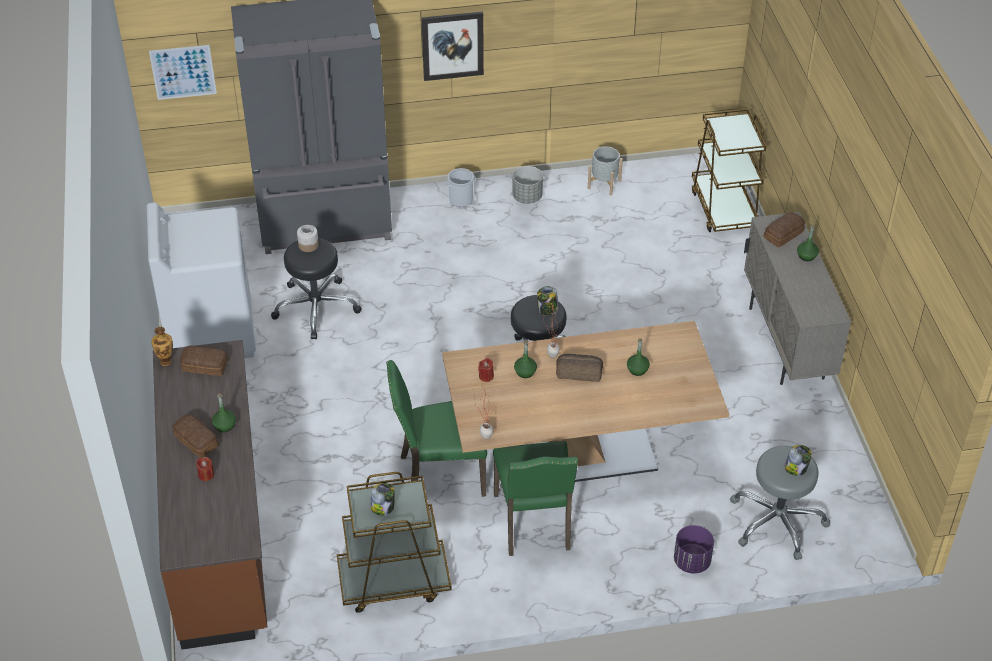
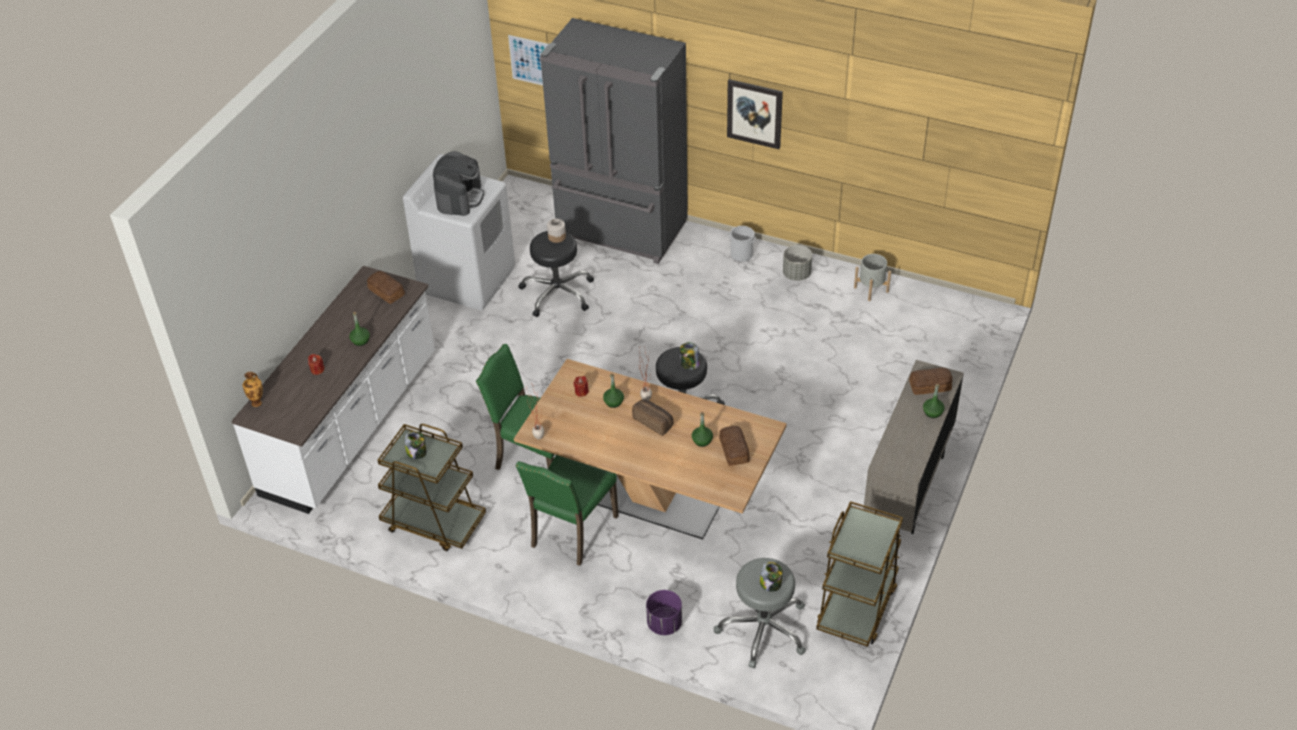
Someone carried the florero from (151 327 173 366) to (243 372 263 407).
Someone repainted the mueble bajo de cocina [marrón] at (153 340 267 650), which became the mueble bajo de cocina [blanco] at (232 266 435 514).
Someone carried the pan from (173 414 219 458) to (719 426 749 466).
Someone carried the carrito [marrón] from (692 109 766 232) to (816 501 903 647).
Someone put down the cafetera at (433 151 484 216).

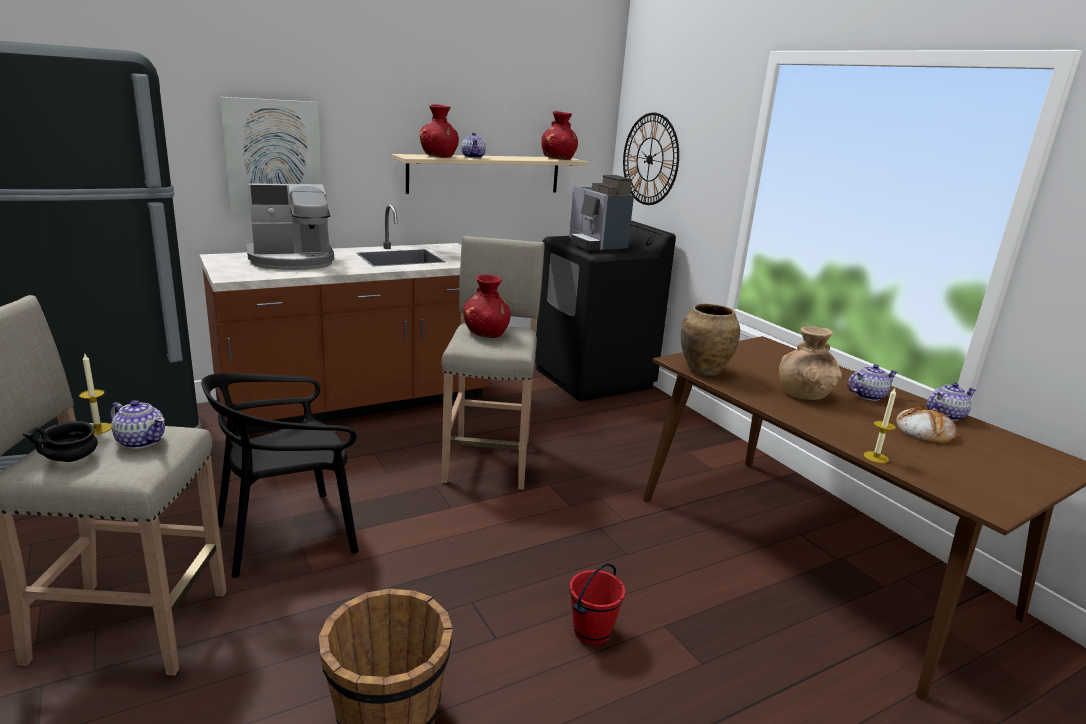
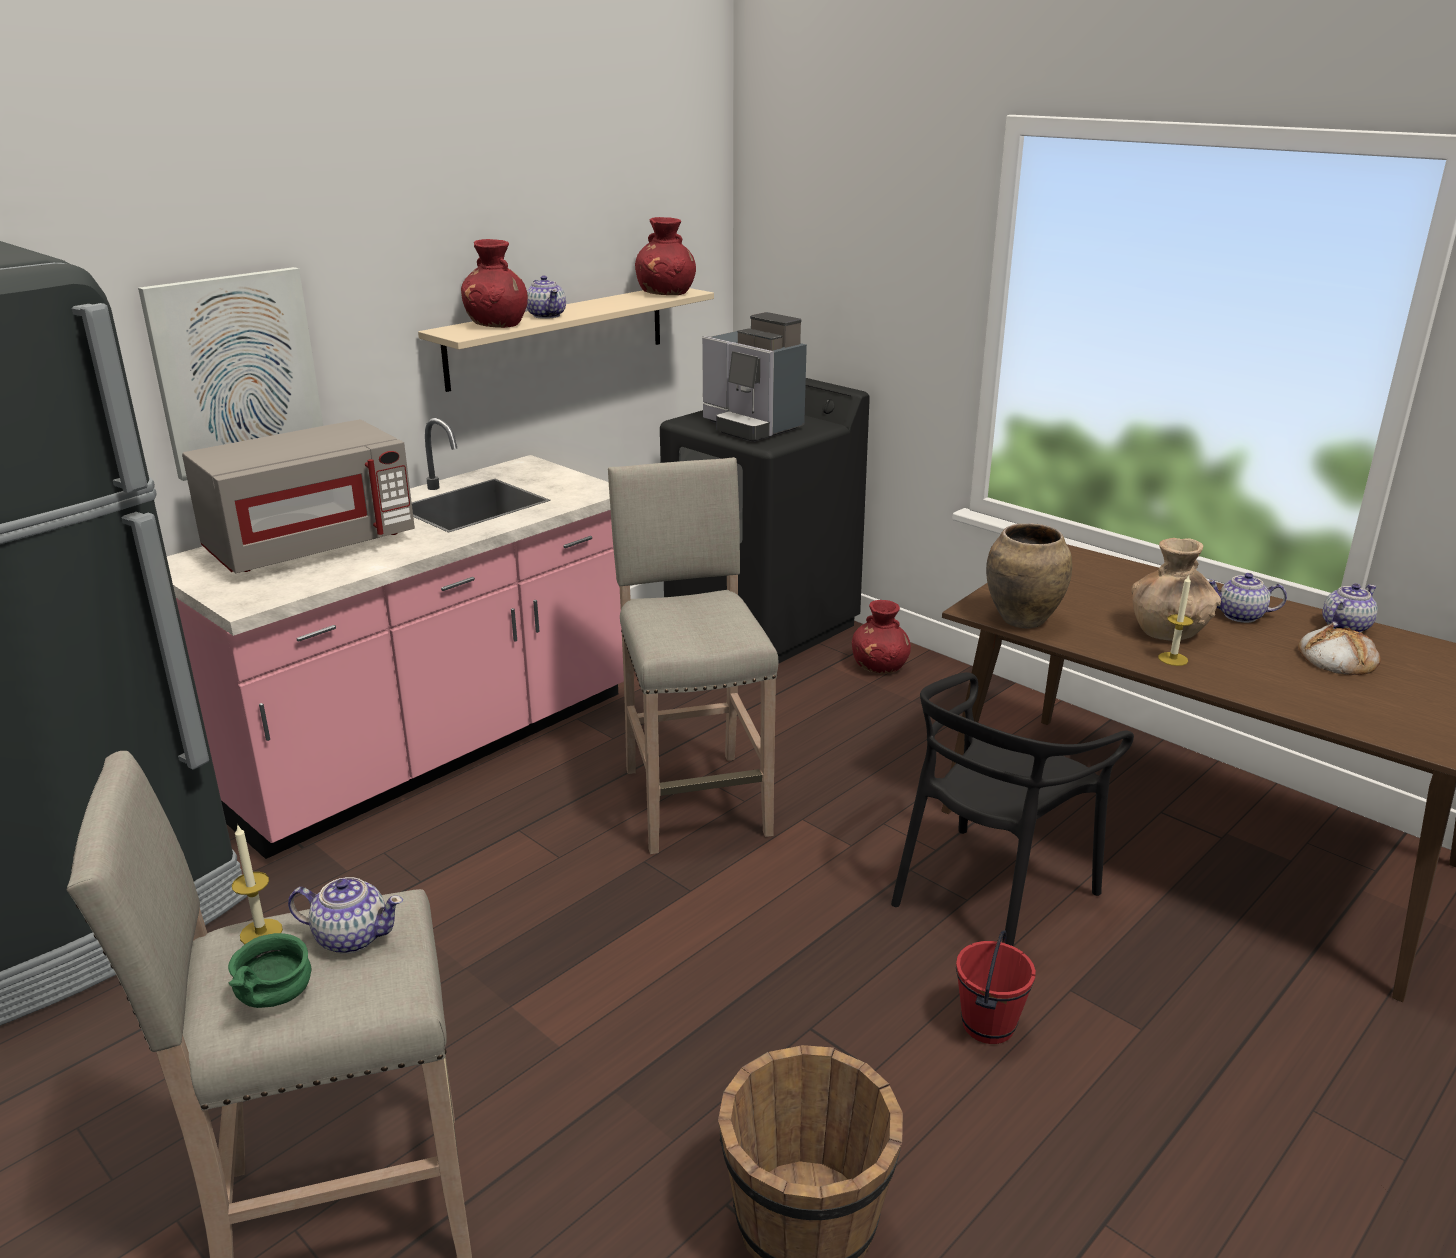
Someone repainted the cuenco [negro] at (23 421 98 462), which became the cuenco [verde] at (228 933 311 1008).
Someone repainted the mueble bajo de cocina [marrón] at (199 204 489 436), which became the mueble bajo de cocina [rosa] at (167 418 624 859).
Someone carried the silla [negro] from (201 373 359 578) to (891 672 1134 946).
Someone swapped the cafetera at (247 183 334 270) for the microondas [gris] at (182 419 415 573).
Someone carried the florero [rojo] from (463 274 511 338) to (852 600 911 674).
Someone took away the reloj de pared at (623 113 679 205).
Someone rotated the tetera at (847 364 898 401) by 135 degrees counterclockwise.
Someone carried the vela from (864 388 896 463) to (1158 575 1193 666).

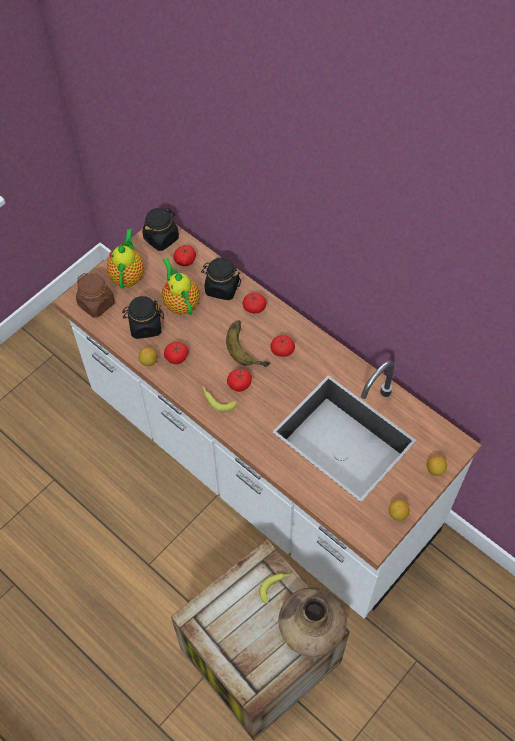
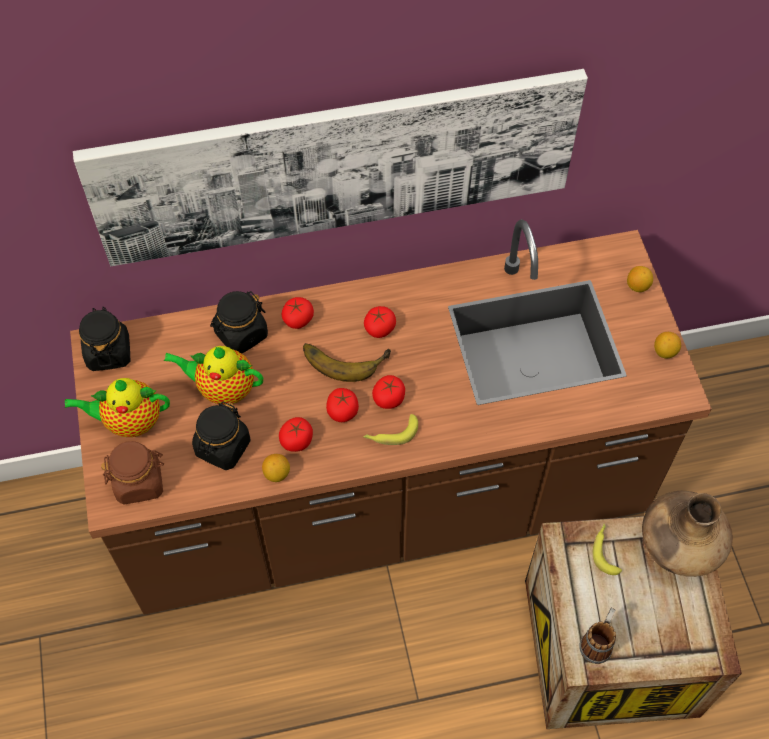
Someone repainted the mueble bajo de cocina [blanco] at (54 225 482 618), which became the mueble bajo de cocina [marrón] at (70 219 712 615).
Someone rotated the tetera at (107 229 144 289) by 45 degrees counterclockwise.
Someone carried the tomate from (174 245 196 266) to (326 388 359 422).
Someone put up the cuadro at (73 69 588 266).
Someone put down the taza grande at (579 608 616 664).

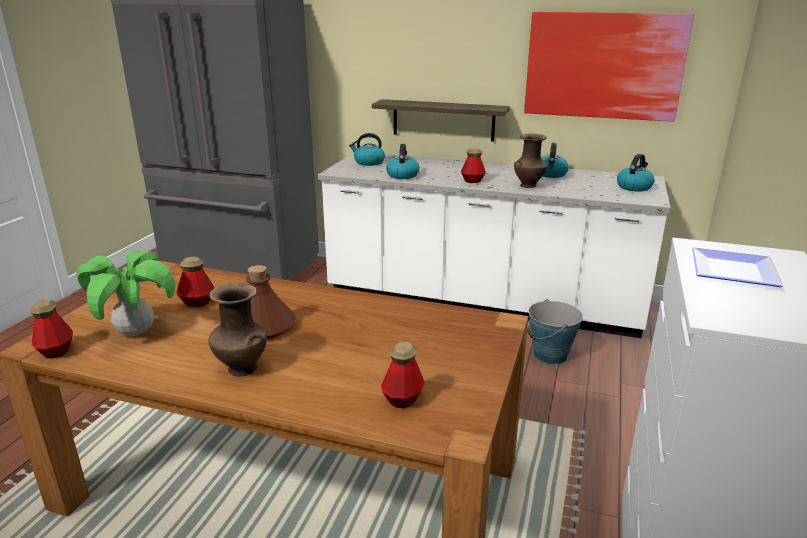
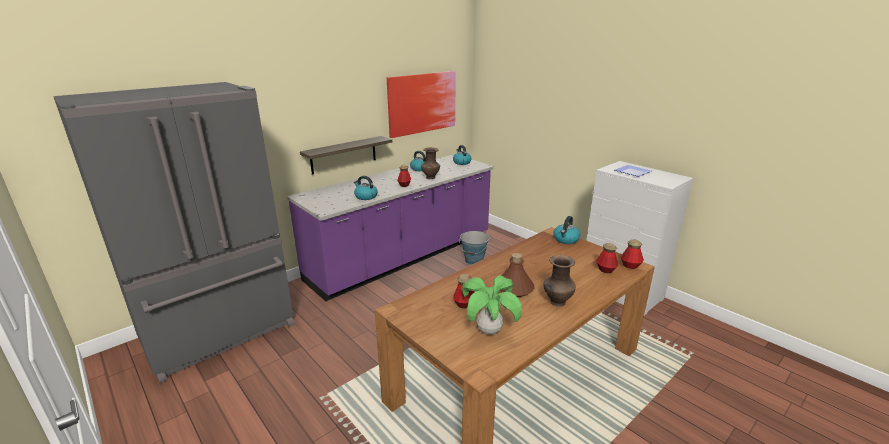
Someone carried the botella from (30 299 73 358) to (620 240 644 269).
Someone repainted the mueble bajo de cocina [blanco] at (318 153 671 338), which became the mueble bajo de cocina [morado] at (287 154 494 301).
Someone carried the hervidor from (349 133 385 166) to (553 216 580 244).

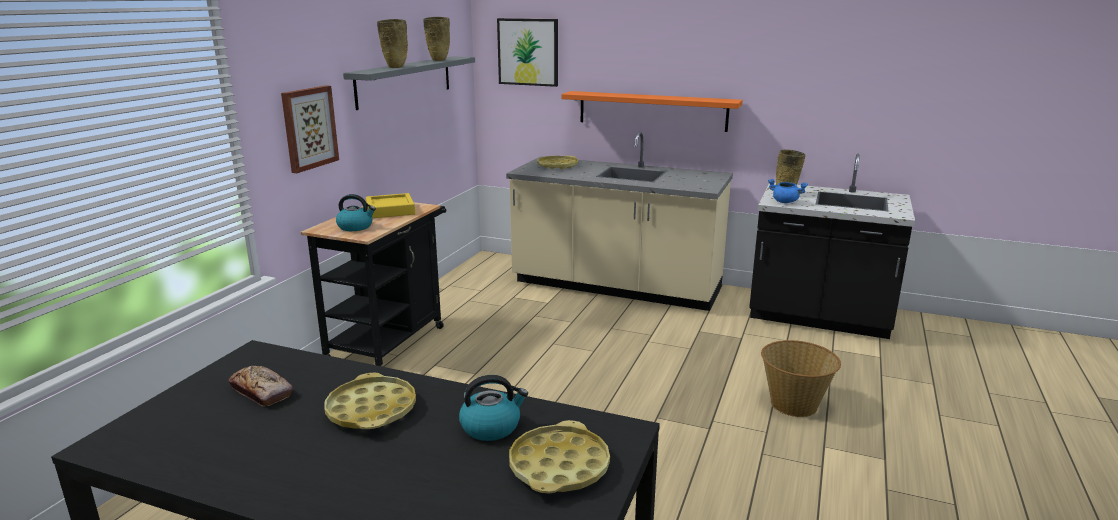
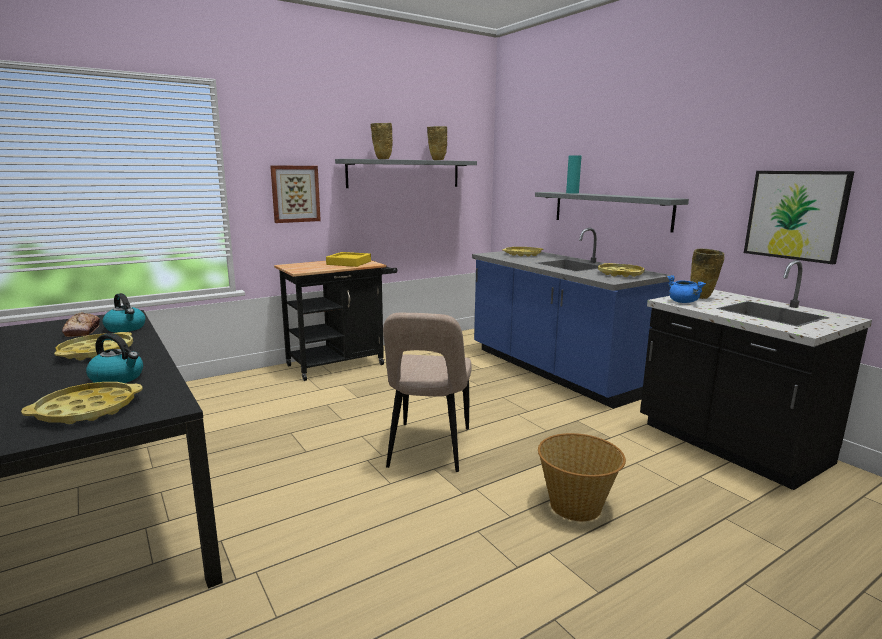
Someone carried the hervidor from (336 194 376 231) to (103 293 146 332).
Someone carried the cuadro from (497 18 558 87) to (744 171 855 264).
Someone repainted the mueble bajo de cocina [beis] at (506 132 733 311), which became the mueble bajo de cocina [azul] at (472 228 674 409).
Someone repainted the estante [naranja] at (561 91 743 132), which became the estante [gris] at (535 192 689 233).
Someone put down the silla [beis] at (383 313 472 472).
Someone put down the florero [turquesa] at (566 155 581 194).
Someone put down the bandeja [amarillo] at (598 263 645 277).

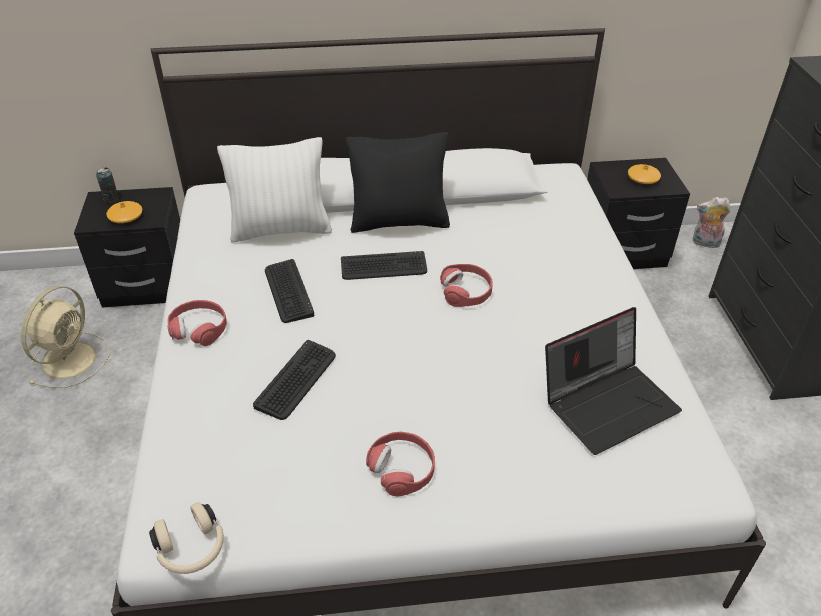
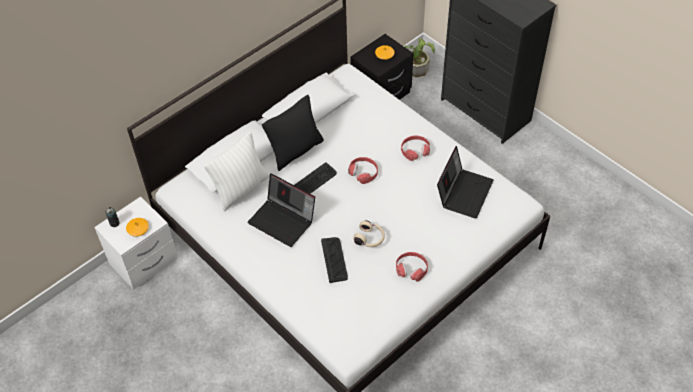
Someone took away the ventilador [beis] at (21 286 110 388).
Someone repainted the mesita de noche [negro] at (74 187 180 308), which became the mesita de noche [blanco] at (94 197 177 290).
Someone carried the auriculares [beis] from (149 502 224 574) to (353 220 385 247).
Someone carried the auriculares [rojo] from (168 300 227 346) to (401 136 430 161).
Someone swapped the teclado at (265 259 314 323) for the portátil at (247 173 315 247).
Someone swapped the peluche at (693 197 730 248) for the planta en maceta at (404 38 435 77).

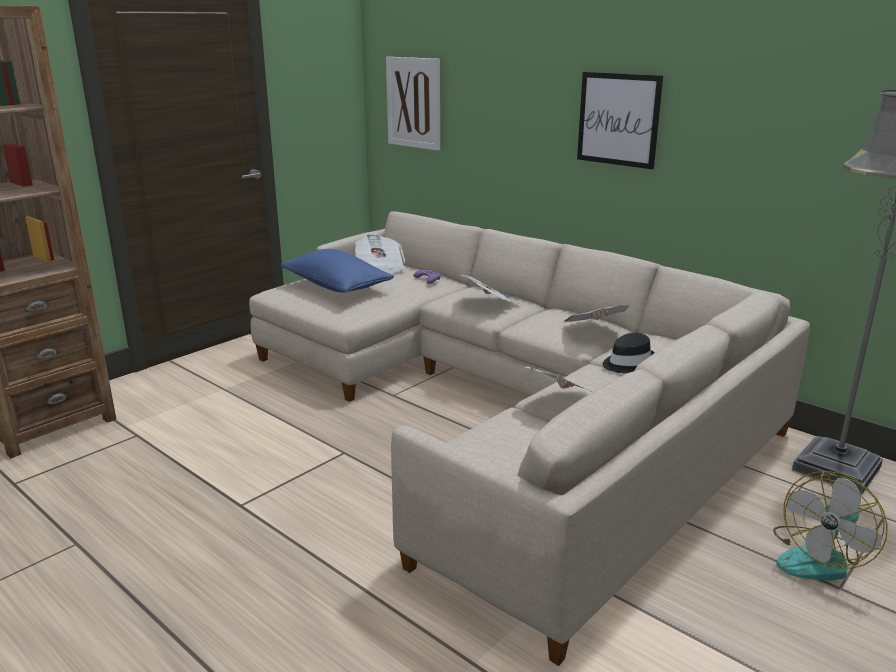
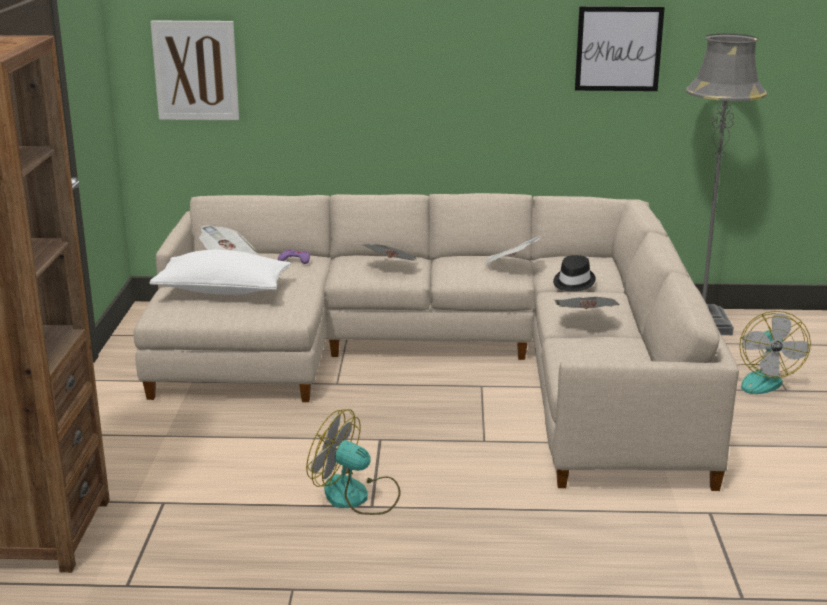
Someone repainted the cojín [azul] at (280 249 394 293), which became the cojín [blanco] at (150 250 291 295).
Someone carried the cuadro from (577 72 663 169) to (575 6 665 91).
Someone put down the ventilador at (306 409 401 515).

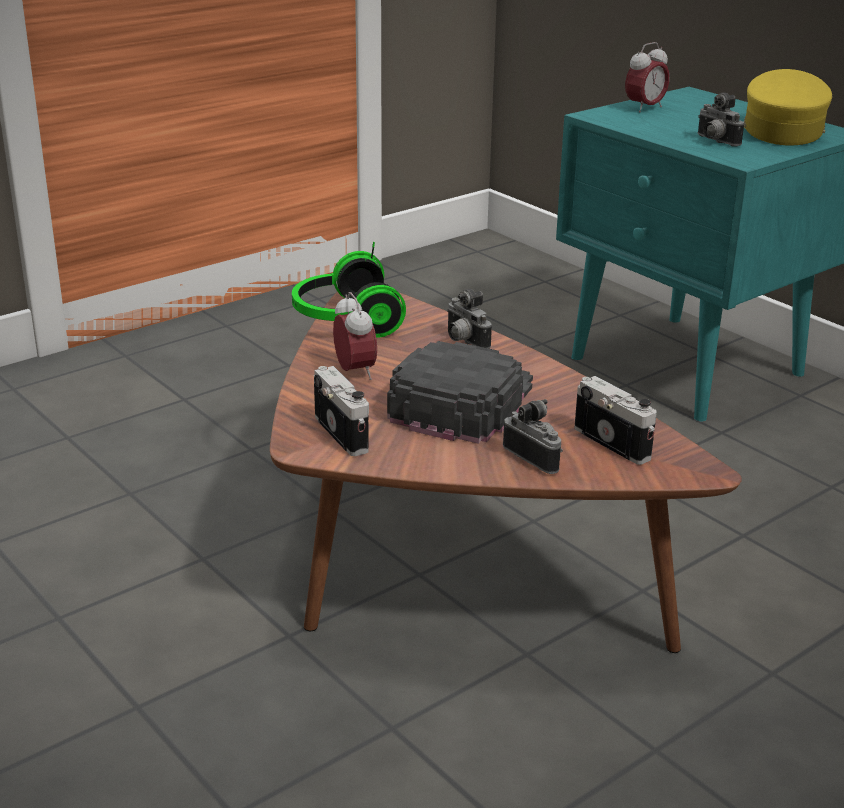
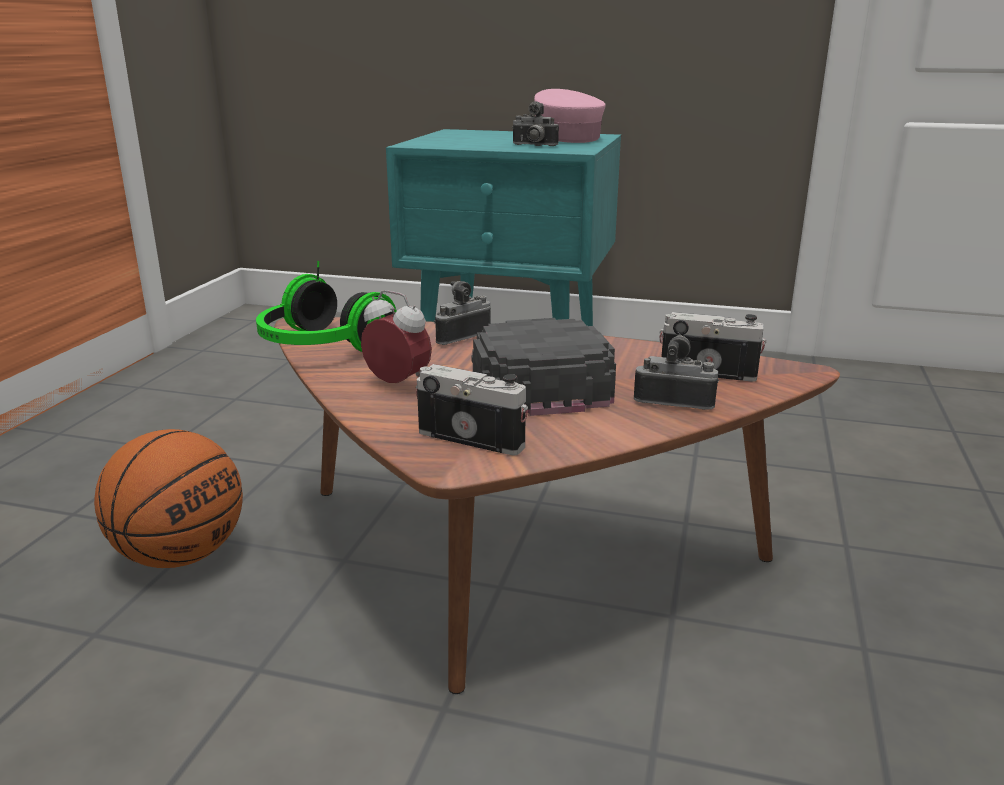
Someone rotated the cámara at (447 289 492 349) by 120 degrees clockwise.
Someone took away the despertador at (625 42 670 113).
Someone repainted the gorra [amarillo] at (744 69 832 145), which became the gorra [rosa] at (534 89 606 143).
Someone put down the balón de baloncesto at (94 429 243 568).

